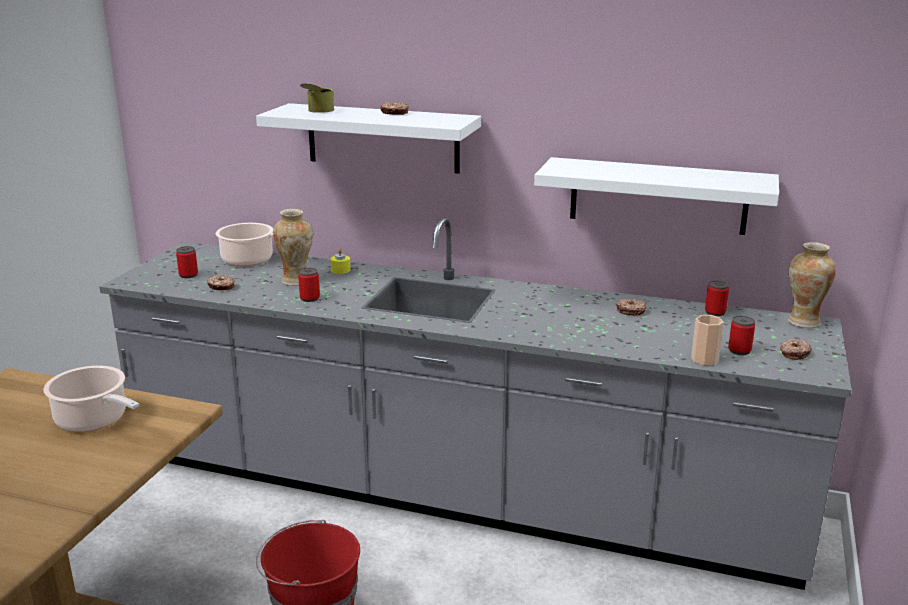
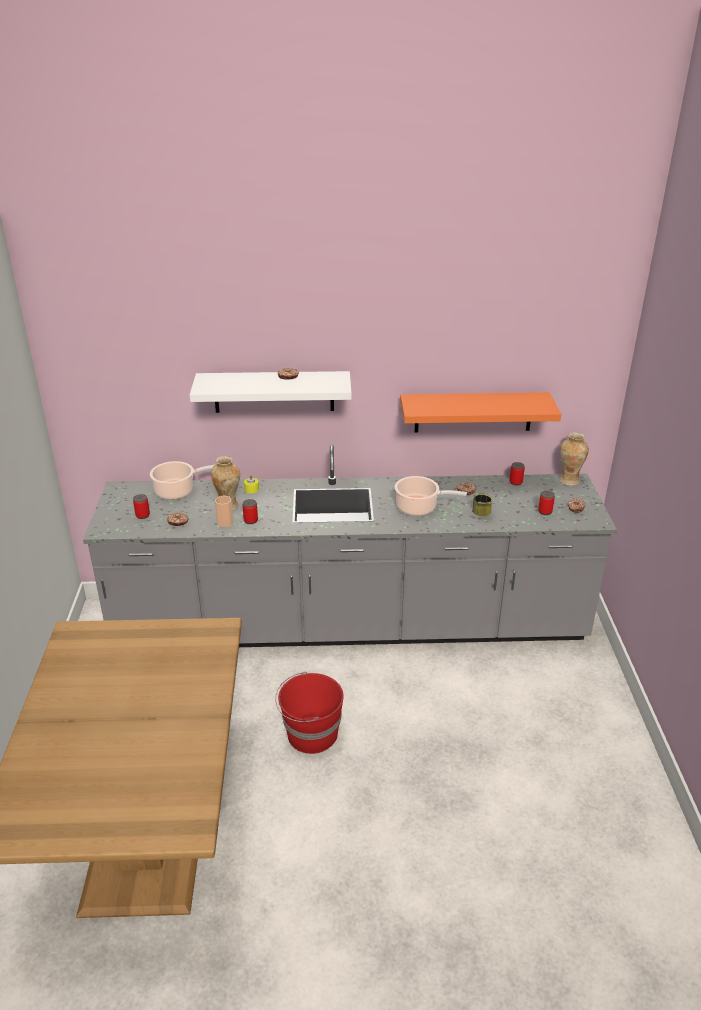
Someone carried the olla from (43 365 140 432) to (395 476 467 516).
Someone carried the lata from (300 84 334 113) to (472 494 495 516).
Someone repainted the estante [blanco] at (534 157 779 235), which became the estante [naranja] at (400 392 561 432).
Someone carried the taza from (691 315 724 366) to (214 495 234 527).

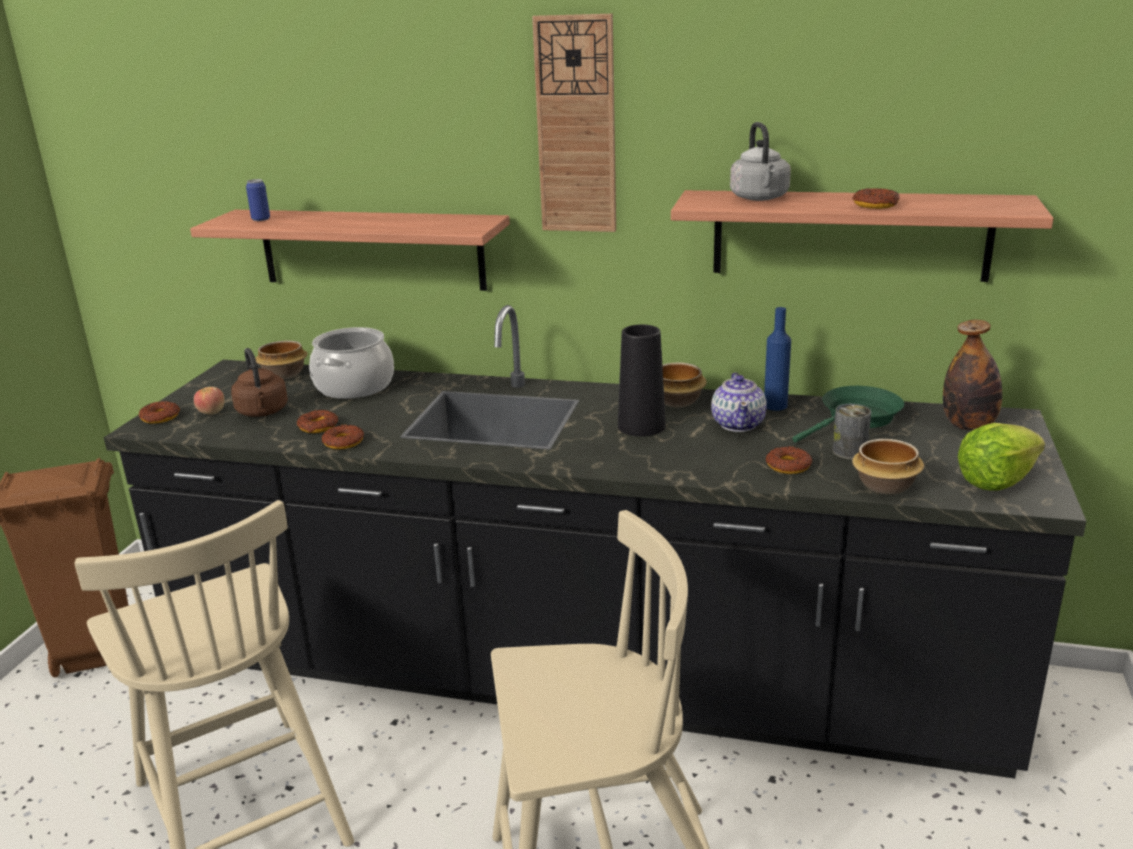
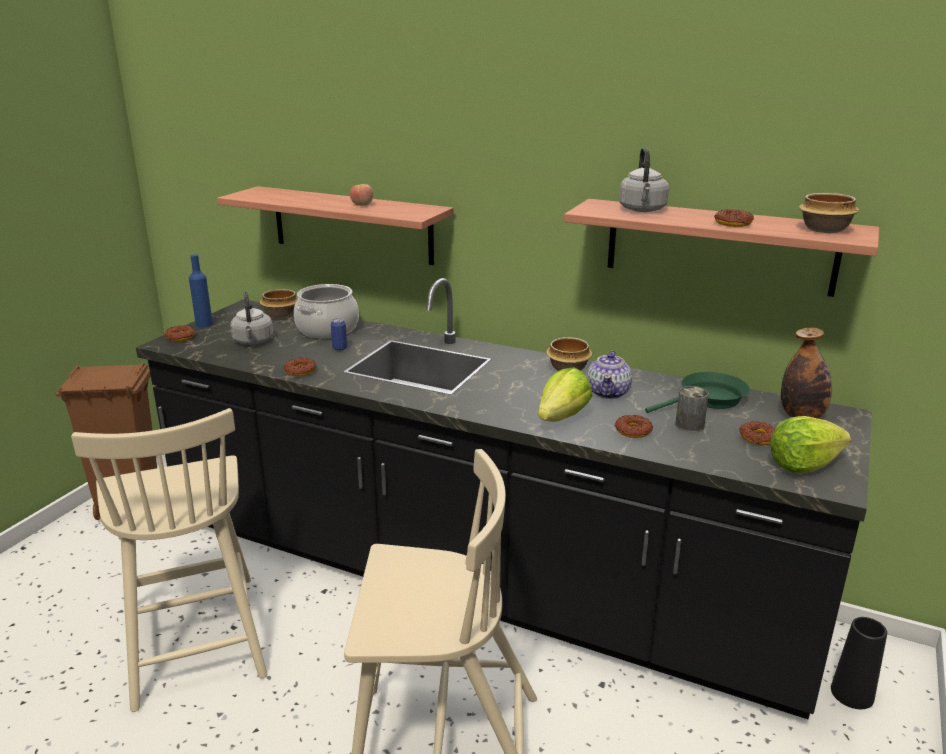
Someone carried the manzana from (194 387 225 414) to (350 184 373 206).
Someone repainted the hervidor [marrón] at (231 348 288 417), which became the hervidor [gris] at (230 292 273 345).
Someone carried the lata from (246 179 270 221) to (331 318 347 351).
Someone carried the rosquilla from (297 410 338 433) to (739 421 775 445).
Someone took away the reloj de pared at (532 14 616 232).
Someone carried the florero [negro] from (618 324 666 436) to (831 617 887 709).
Someone carried the botella [azul] from (764 307 791 411) to (189 254 213 328).
Someone carried the cuenco from (852 439 924 495) to (799 193 860 233).
Someone put down the lechuga at (538 368 592 422).

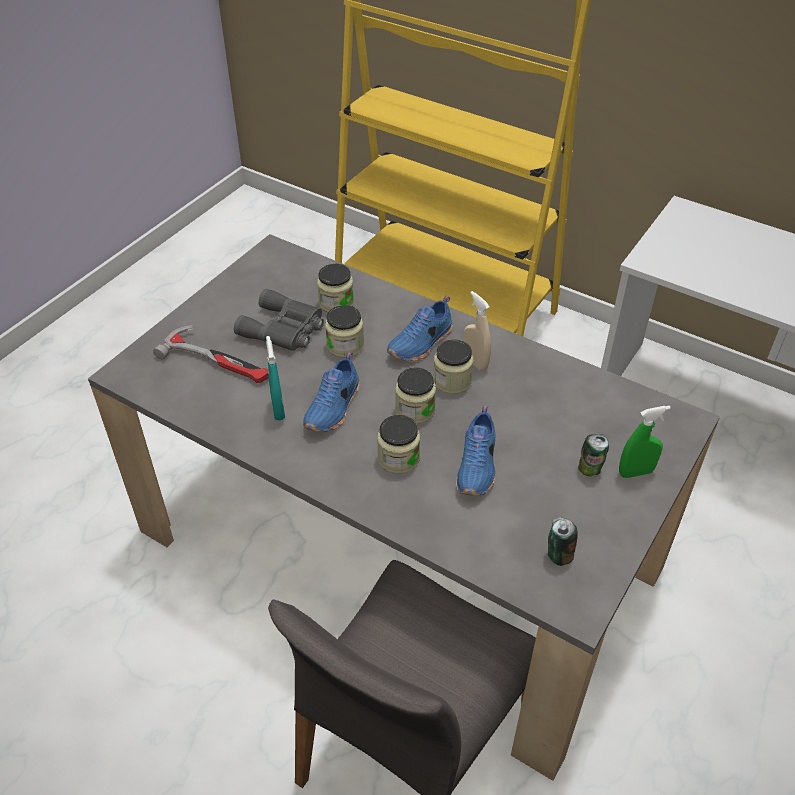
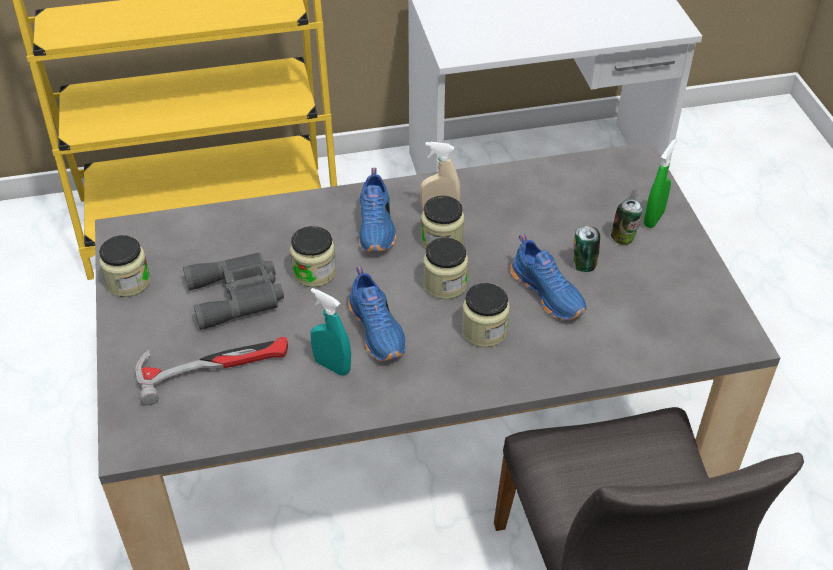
Someone carried the tarro from (317 264 354 312) to (99 235 151 297).
Someone carried the lata from (548 517 578 566) to (573 226 600 272).

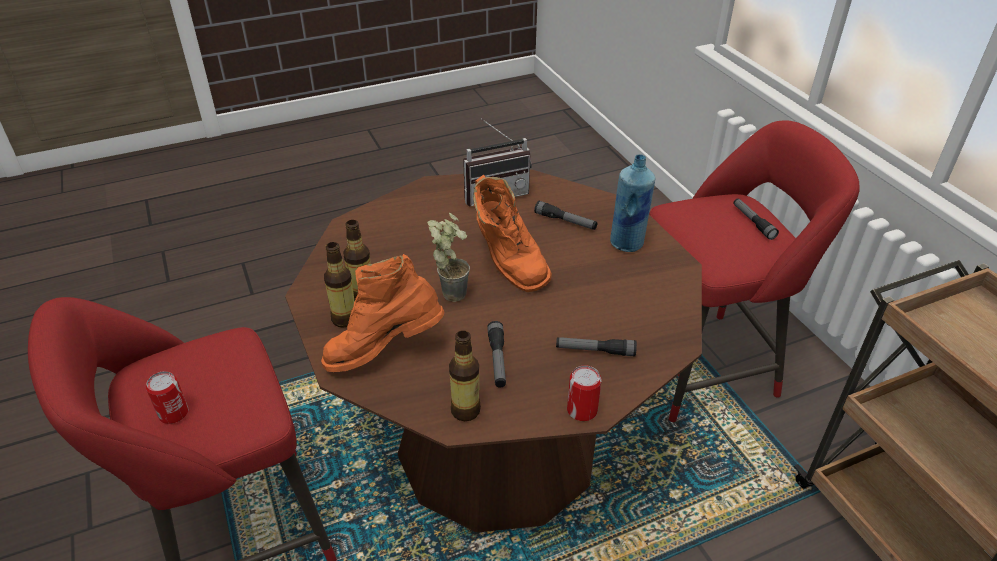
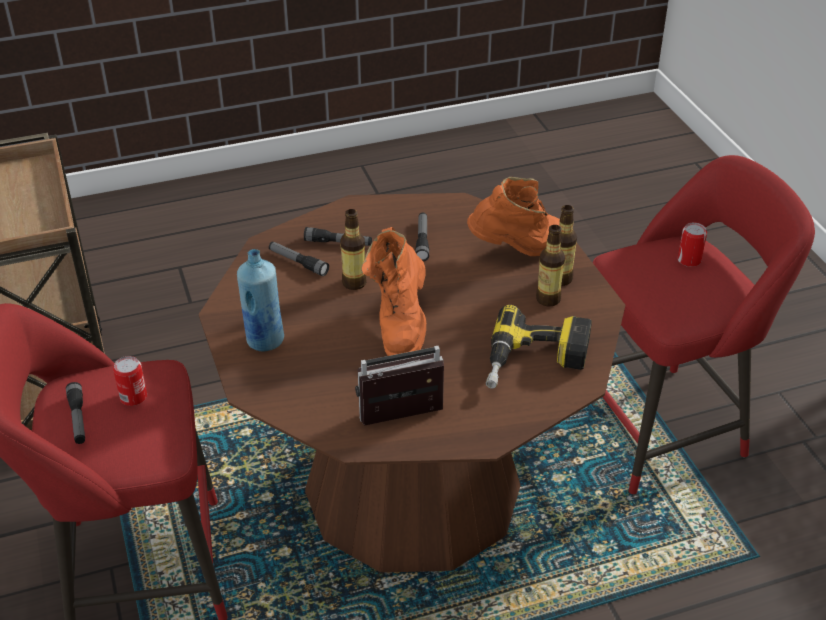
Someone took away the planta en maceta at (427 213 470 302).
Someone carried the botella from (449 330 481 421) to (340 209 367 290).
Someone rotated the bota [naranja] at (473 175 552 292) by 150 degrees counterclockwise.
Someone carried the linterna from (534 201 597 230) to (269 242 329 276).
Someone carried the lata from (567 365 602 421) to (113 356 147 406).
Someone put down the taladro at (486 305 592 388).

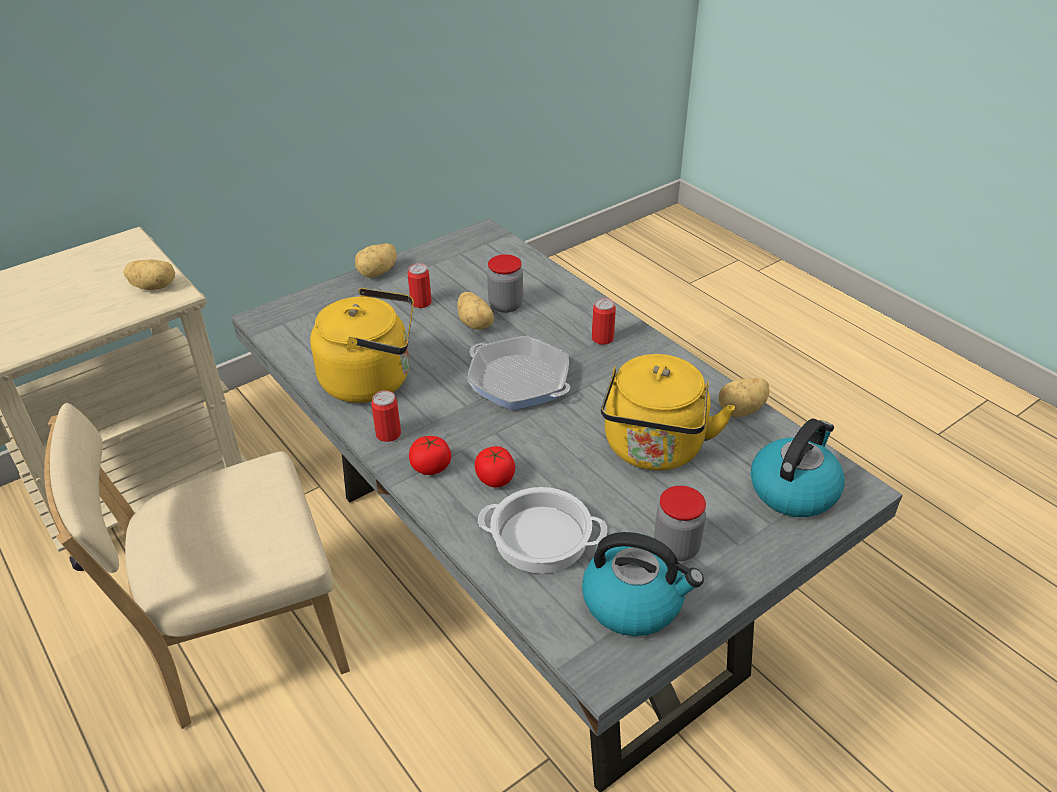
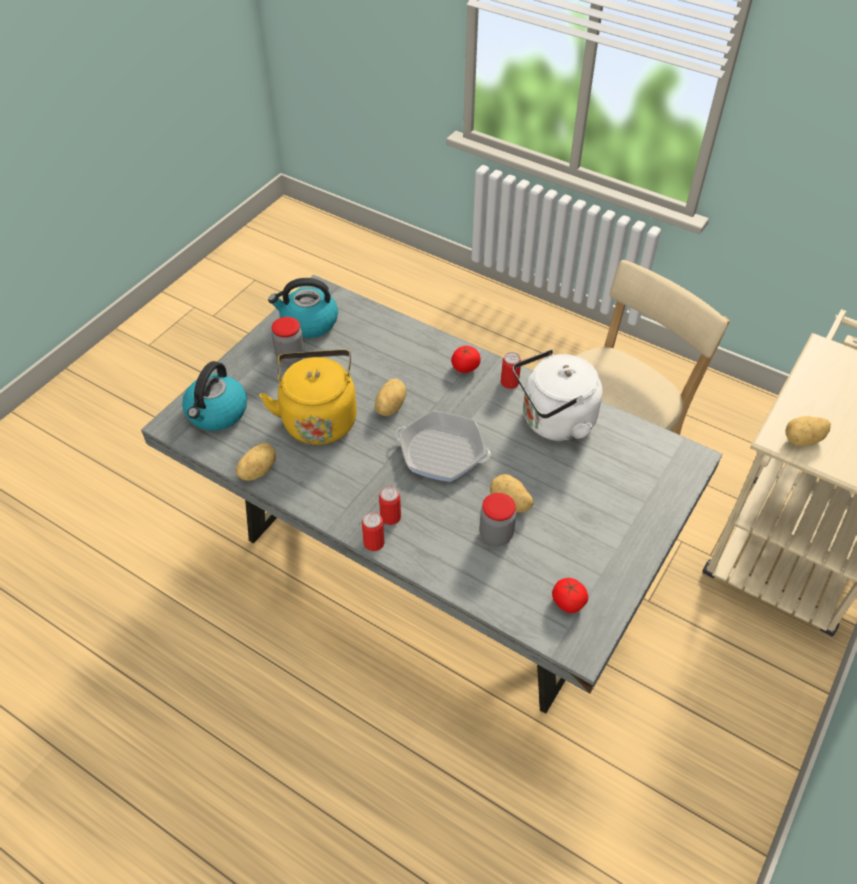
Someone repainted the hervidor [amarillo] at (310 288 414 403), which became the hervidor [blanco] at (513 349 603 442).
Someone carried the patata from (355 243 397 278) to (375 378 406 416).
Someone carried the lata from (408 263 432 308) to (362 512 385 551).
Someone carried the tomate from (475 446 515 488) to (552 578 588 613).
Someone took away the olla at (478 487 607 573).

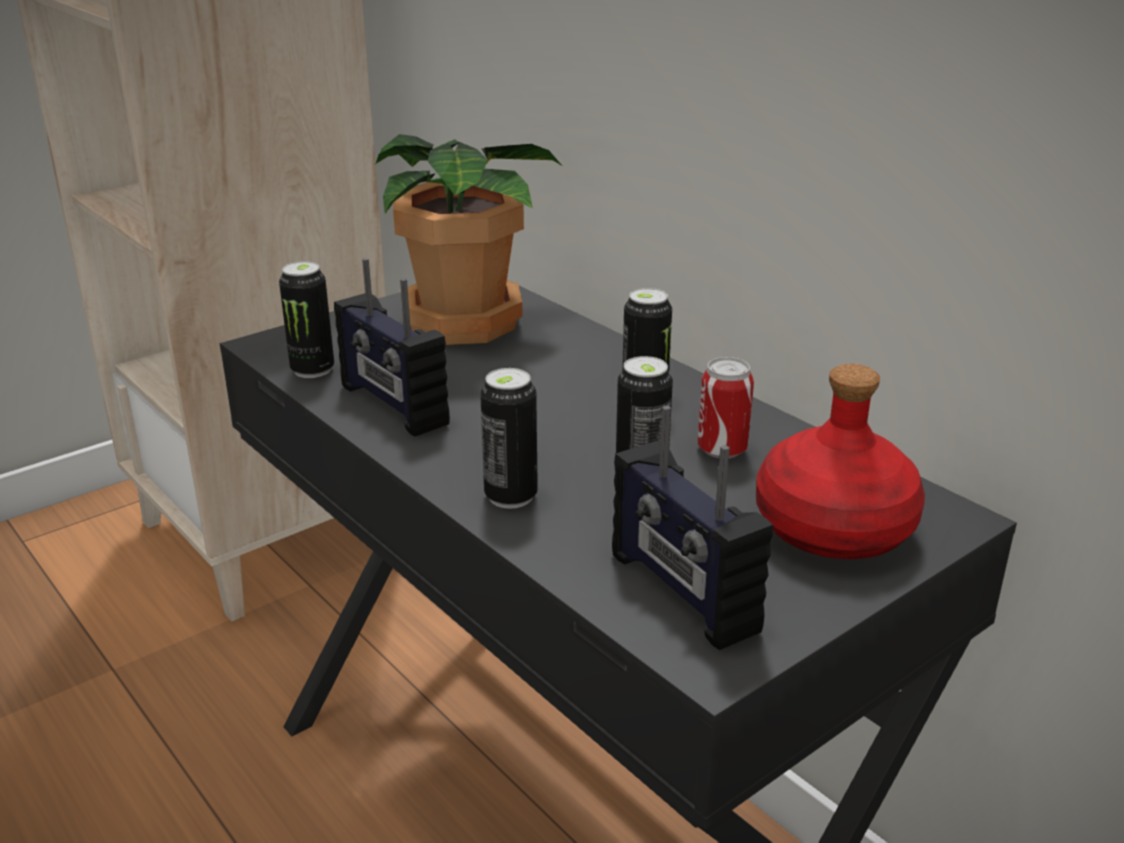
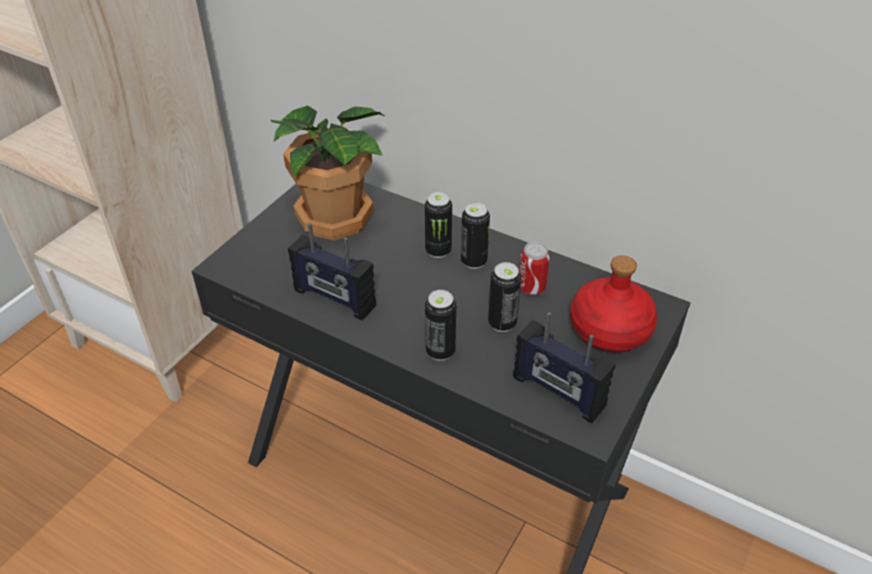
Someone carried the lata from (279 261 334 378) to (425 192 452 258).

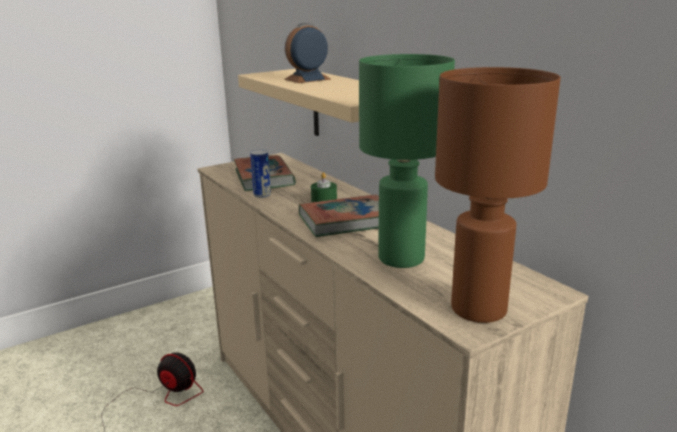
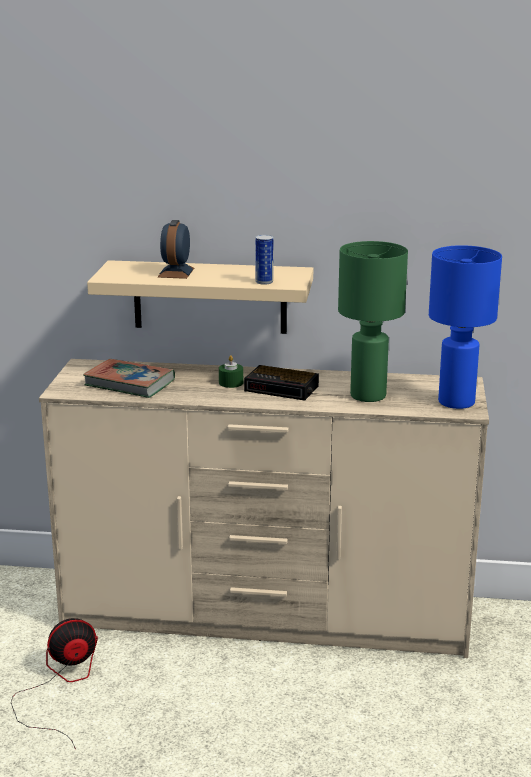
Someone carried the lata from (250 150 271 198) to (255 235 273 285).
Someone swapped the libro at (299 194 379 237) for the despertador at (244 365 319 401).
Someone repainted the lámpara de mesa [marrón] at (435 67 561 323), which became the lámpara de mesa [azul] at (429 245 502 409).

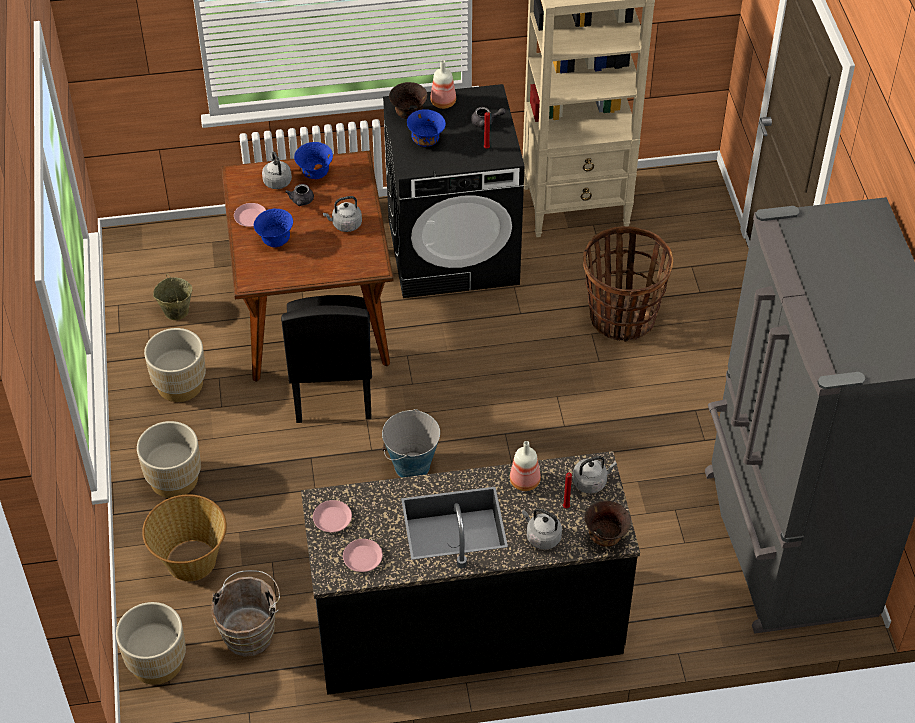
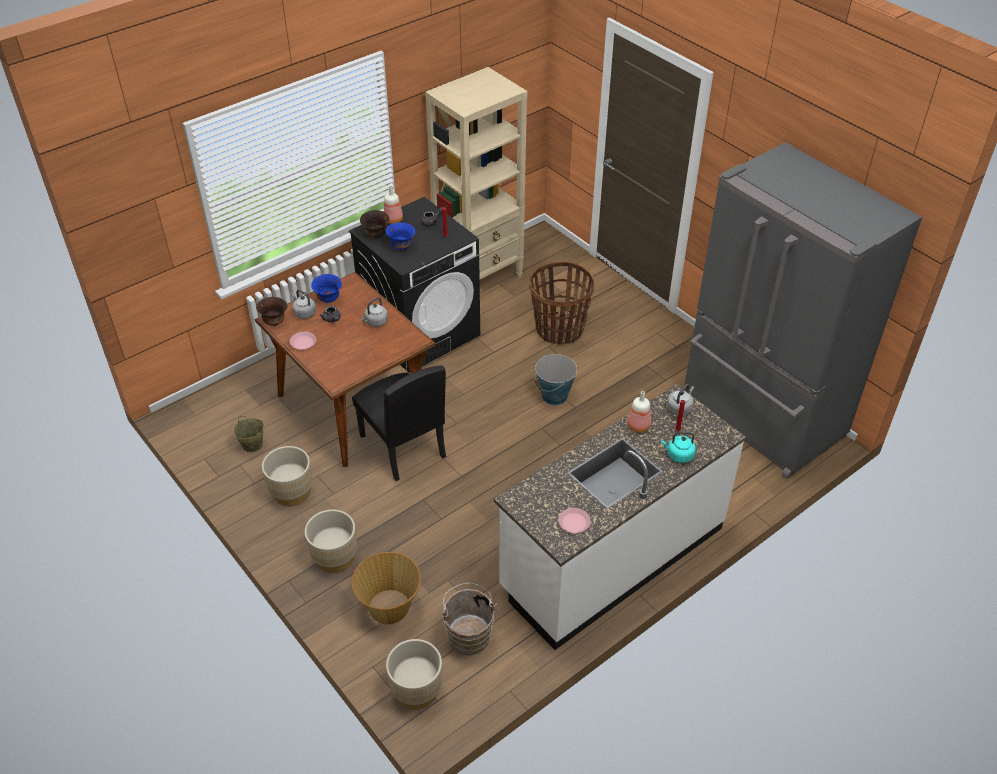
Someone took away the cuenco [azul] at (254 209 293 248).
Someone repainted the mueble bajo de cocina [negro] at (301 451 640 695), which became the mueble bajo de cocina [blanco] at (494 384 746 650).
Someone took away the plato [rosa] at (313 500 352 532).
Someone carried the cubo from (382 409 440 478) to (535 354 577 405).
Someone repainted the hervidor [gris] at (522 508 562 550), which became the hervidor [turquesa] at (661 431 696 463).
Someone carried the cuenco [marrón] from (585 501 631 547) to (256 297 287 326).

